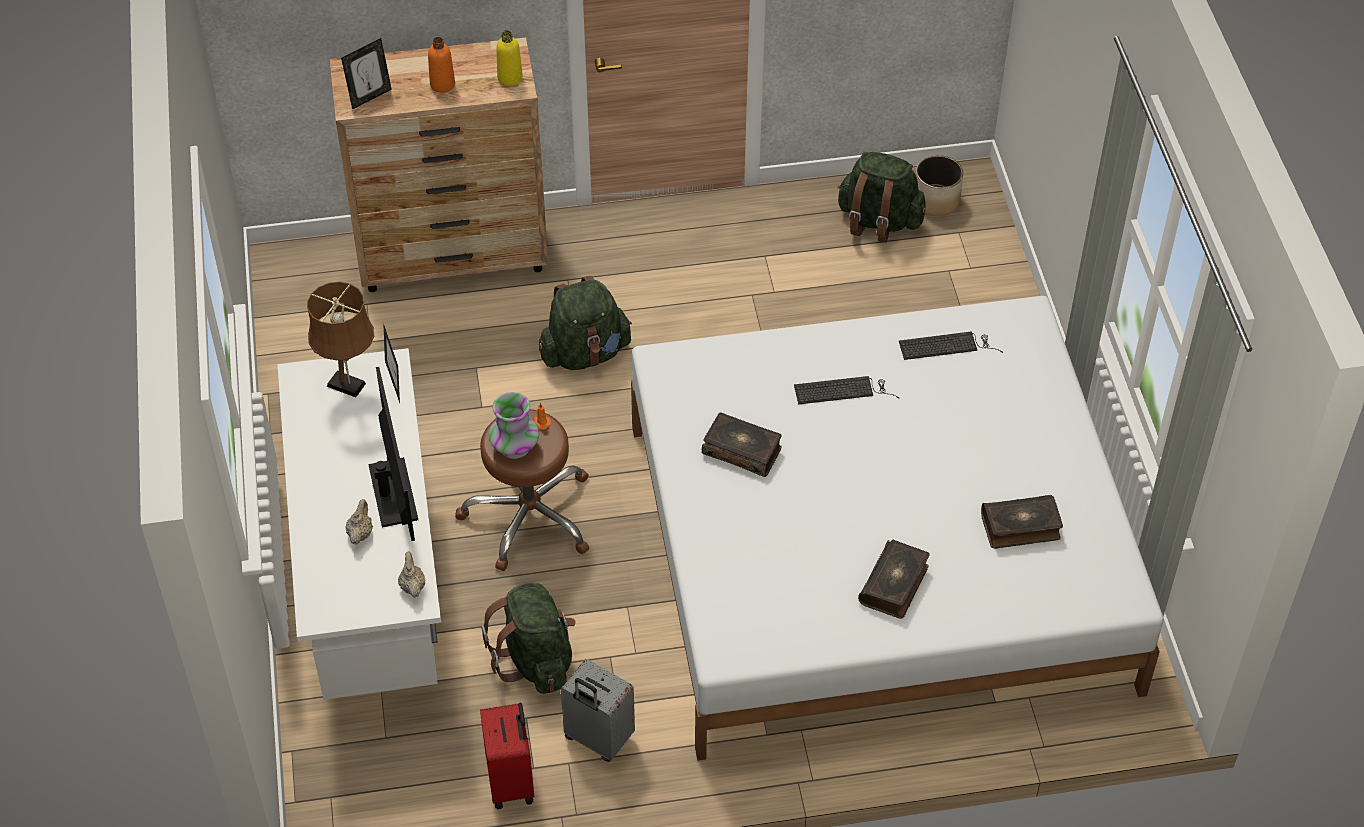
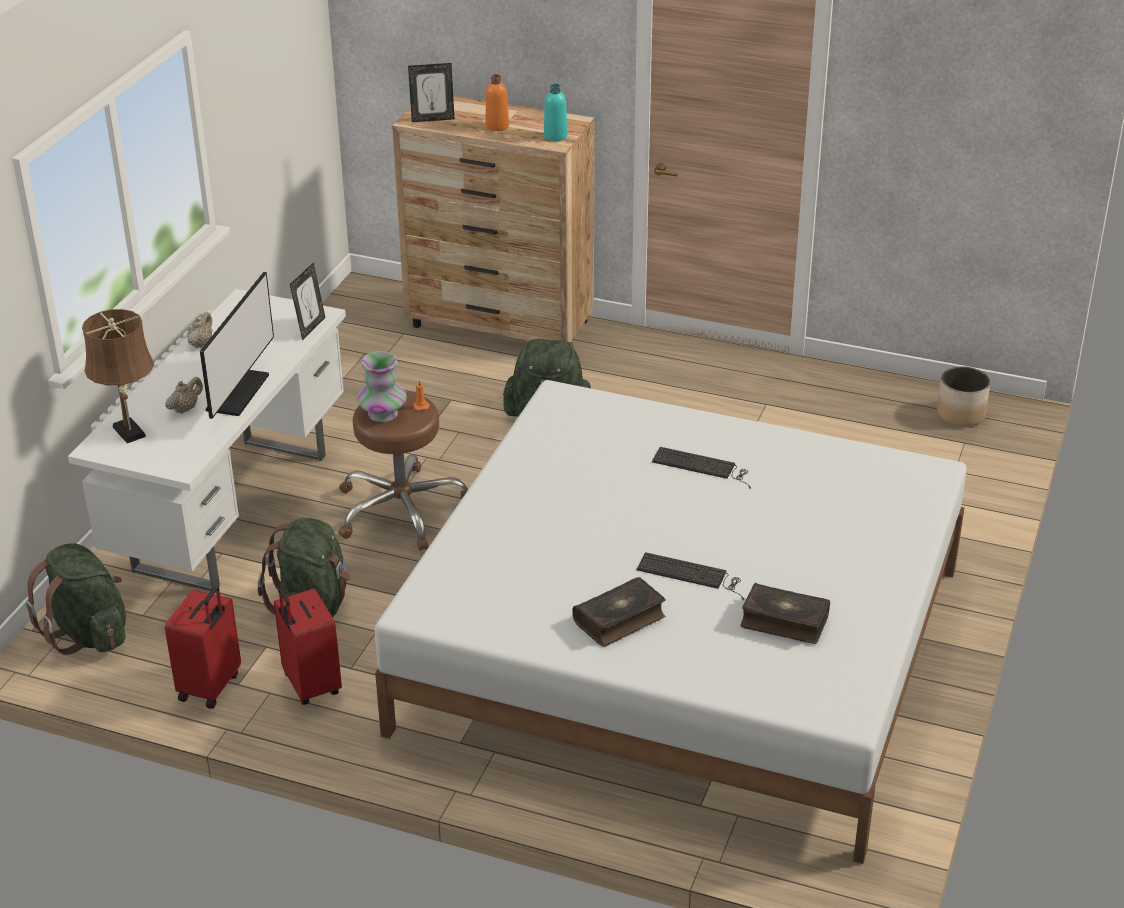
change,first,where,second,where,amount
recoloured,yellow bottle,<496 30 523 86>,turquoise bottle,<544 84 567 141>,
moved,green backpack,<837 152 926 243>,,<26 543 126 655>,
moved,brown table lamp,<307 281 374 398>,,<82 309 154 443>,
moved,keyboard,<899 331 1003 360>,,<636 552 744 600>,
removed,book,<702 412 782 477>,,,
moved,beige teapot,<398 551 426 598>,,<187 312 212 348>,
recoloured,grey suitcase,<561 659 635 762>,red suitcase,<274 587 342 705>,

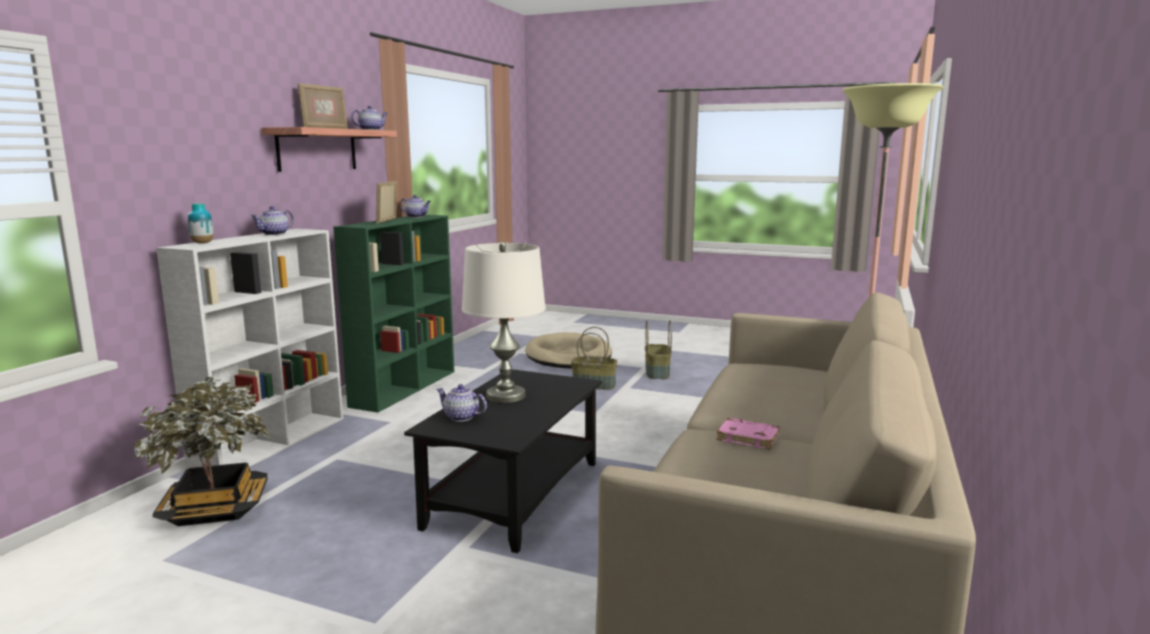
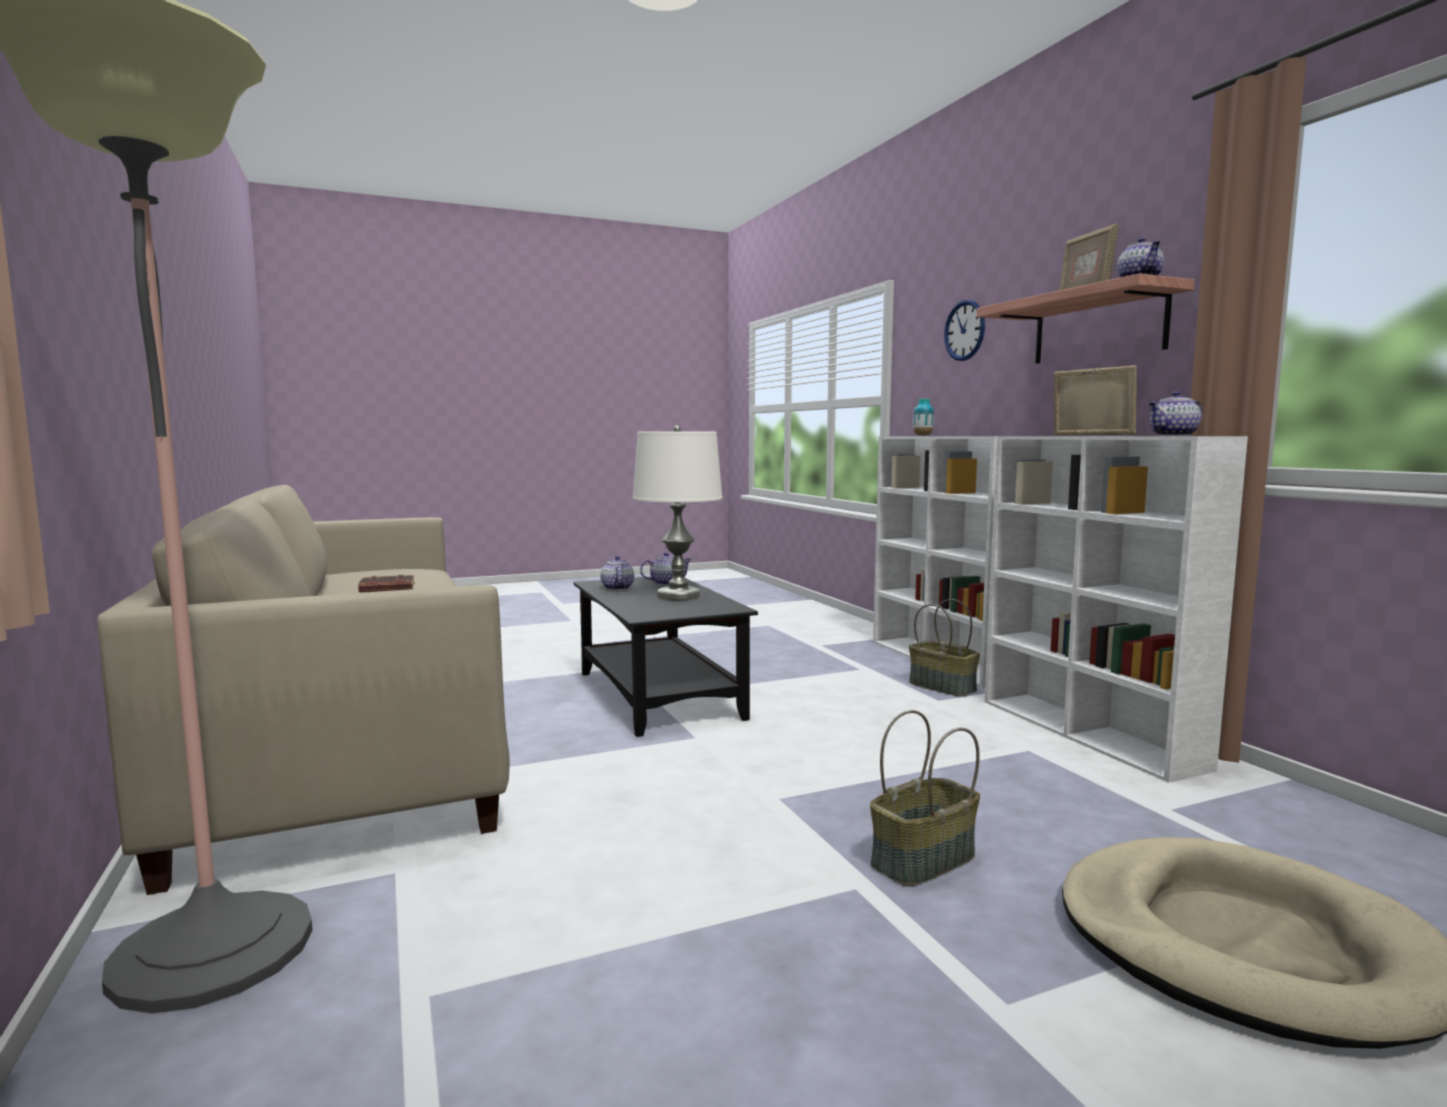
change,first,where,second,where,amount
moved,teapot,<251 206 294 235>,,<600 556 634 590>,
recoloured,green bookcase,<333 215 454 413>,white bookcase,<984 436 1248 783>,
moved,basket,<645 320 672 379>,,<909 599 980 697>,
removed,potted plant,<134 377 271 526>,,,
recoloured,pink book,<717 418 780 449>,brown book,<358 574 415 592>,
added,,,wall clock,<944 300 985 361>,

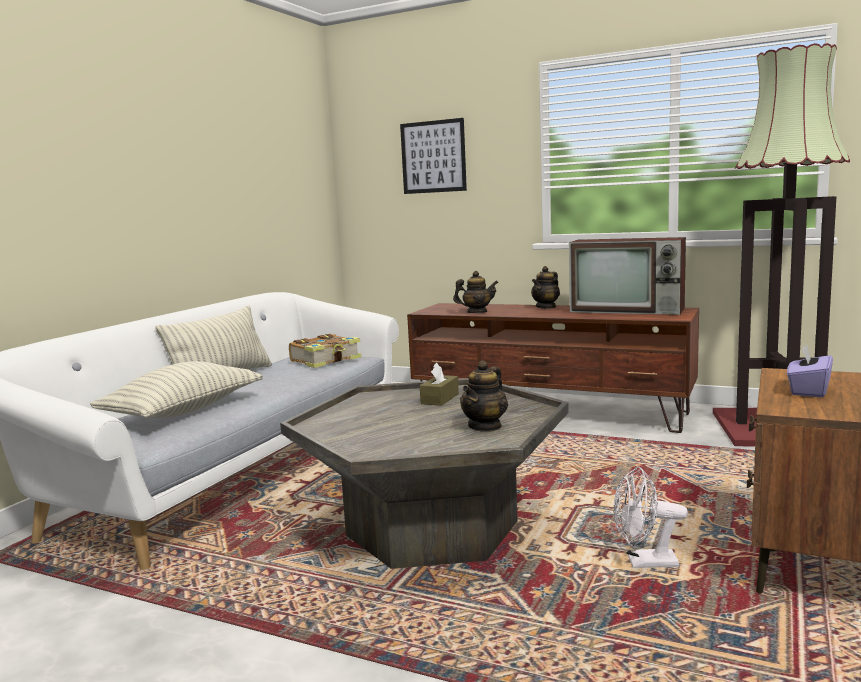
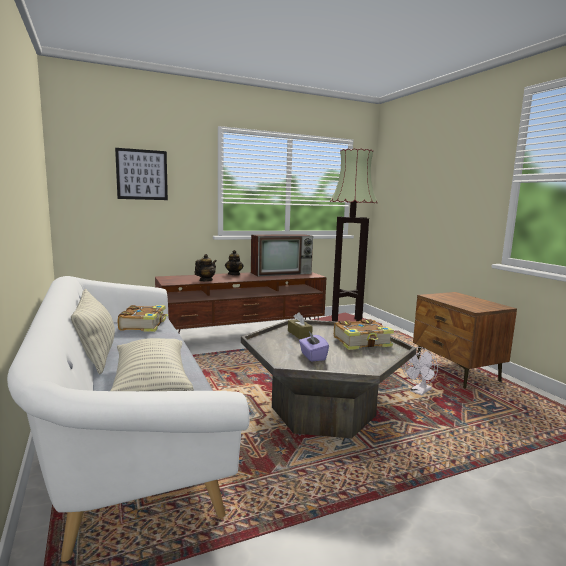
change,first,where,second,where,amount
moved,purple tissue box,<787 344 833 398>,,<299 332 329 362>,
replaced,teapot,<460 360 508 432>,book,<334 319 394 350>,

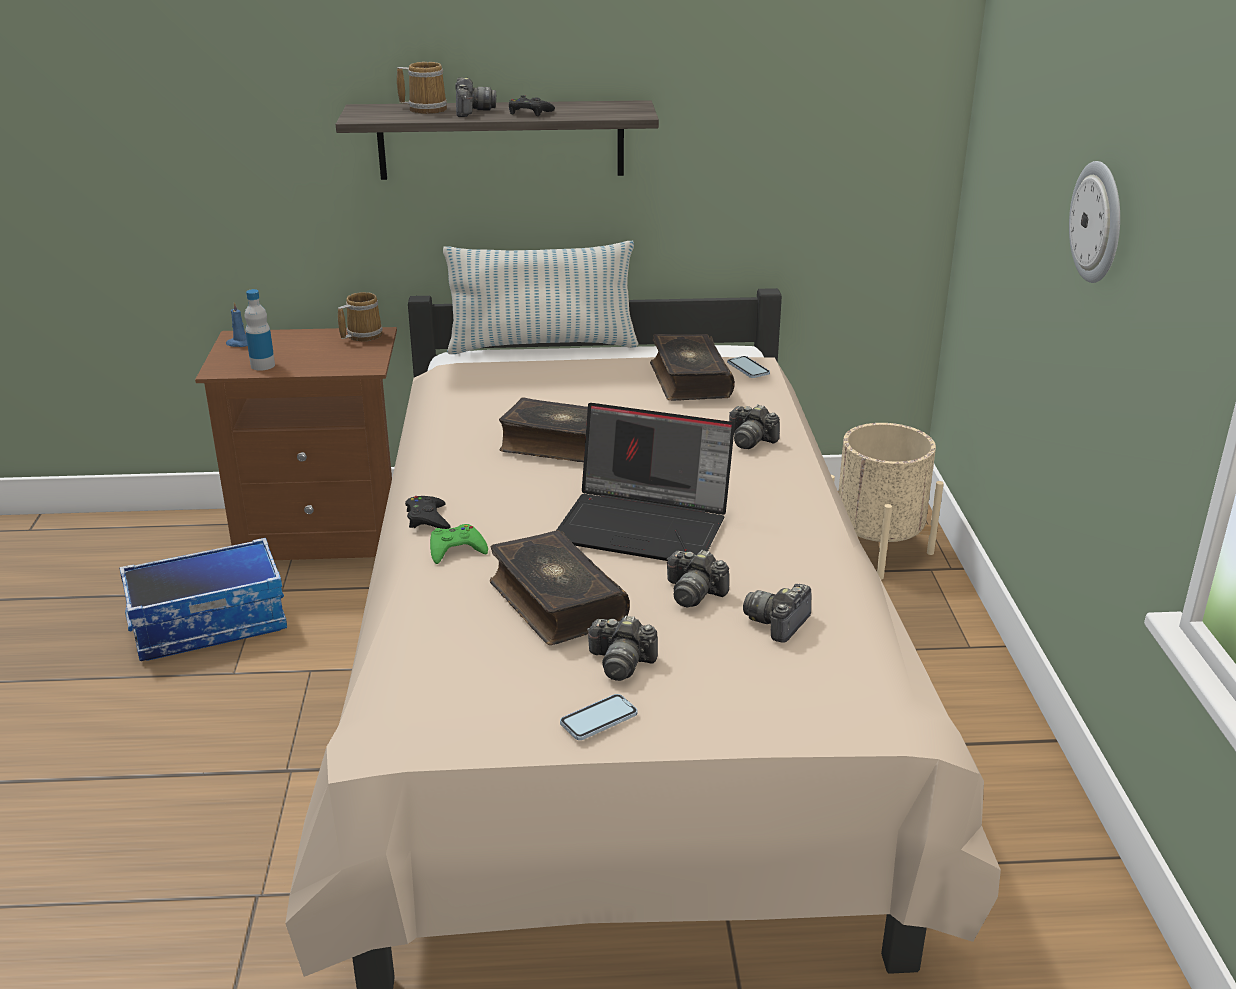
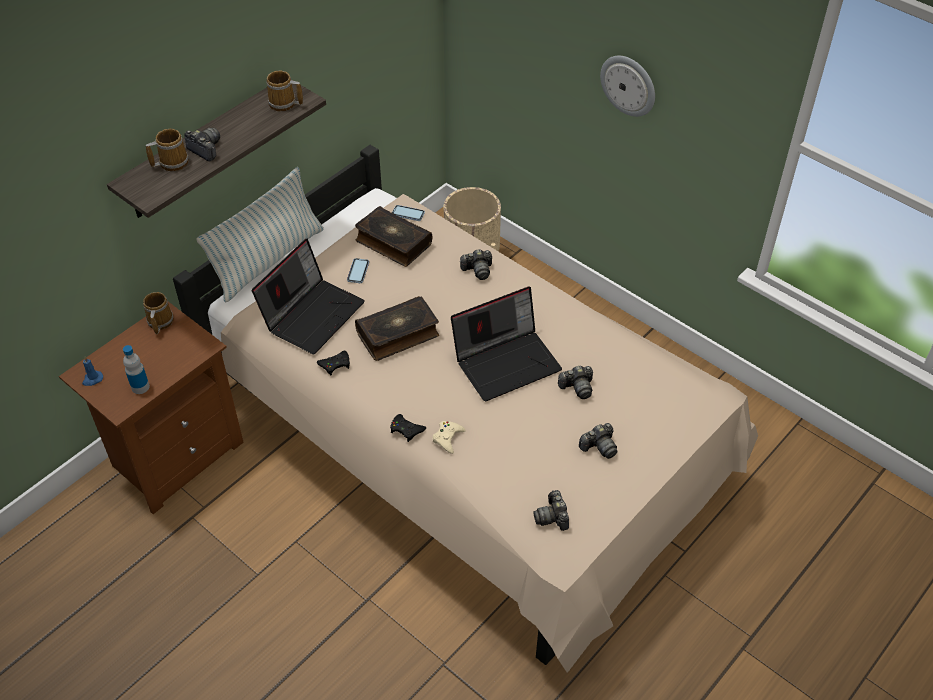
change,first,where,second,where,amount
moved,black game controller,<509 95 555 116>,,<317 350 350 375>,
recoloured,green game controller,<430 524 488 564>,beige game controller,<433 421 466 454>,
removed,book,<490 530 630 645>,,,
removed,storage box,<119 538 287 661>,,,
moved,photo camera,<743 584 811 643>,,<533 490 569 531>,
moved,phone,<560 694 638 740>,,<347 258 369 283>,
added,,,mug,<266 71 303 111>,
added,,,laptop,<252 238 365 354>,

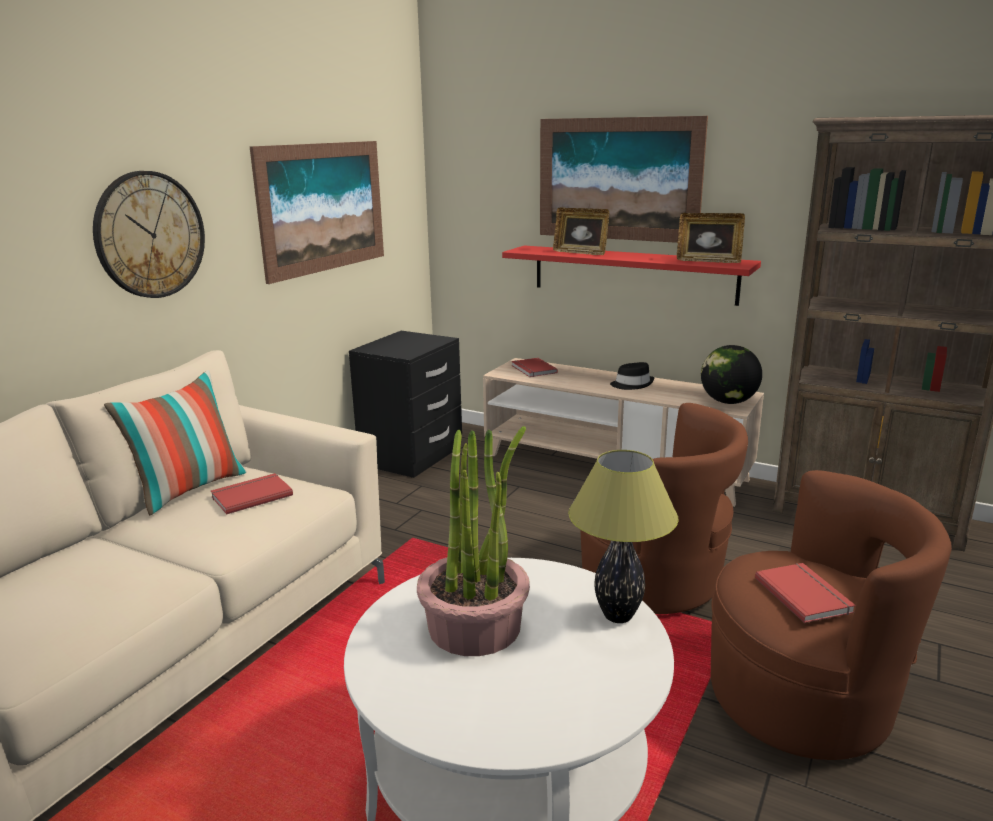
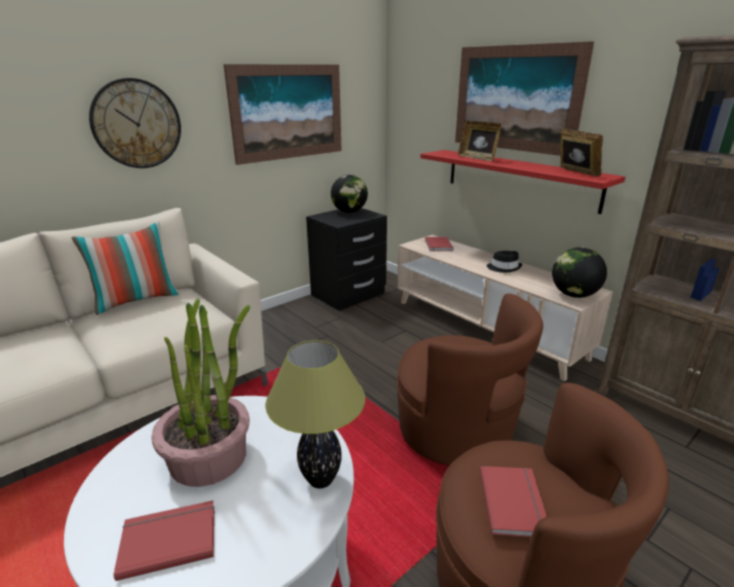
change,first,where,second,where,amount
turned,picture frame,<677 213 745 263>,,<560 128 603 176>,150 degrees counterclockwise
moved,red book,<211 473 293 515>,,<113 501 215 581>,
added,,,globe,<331 175 368 213>,

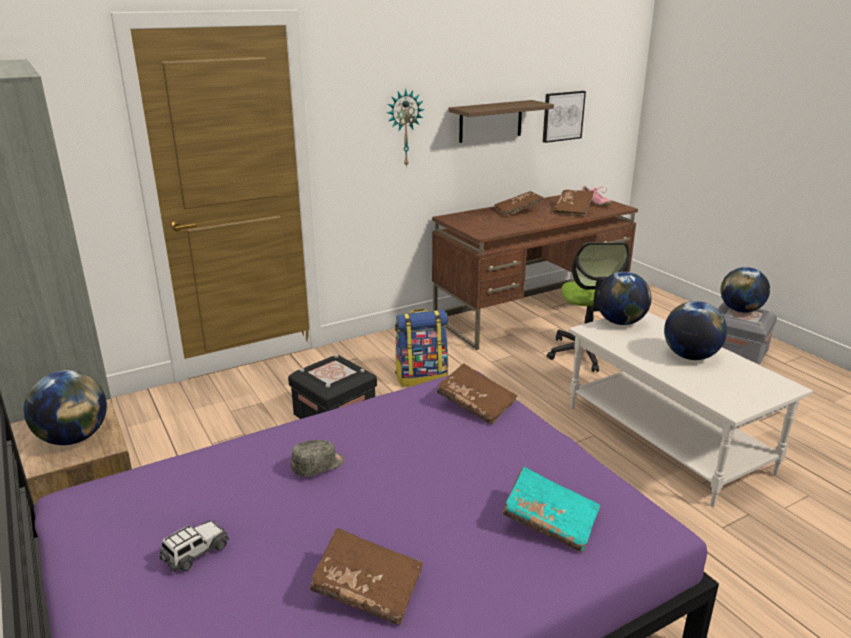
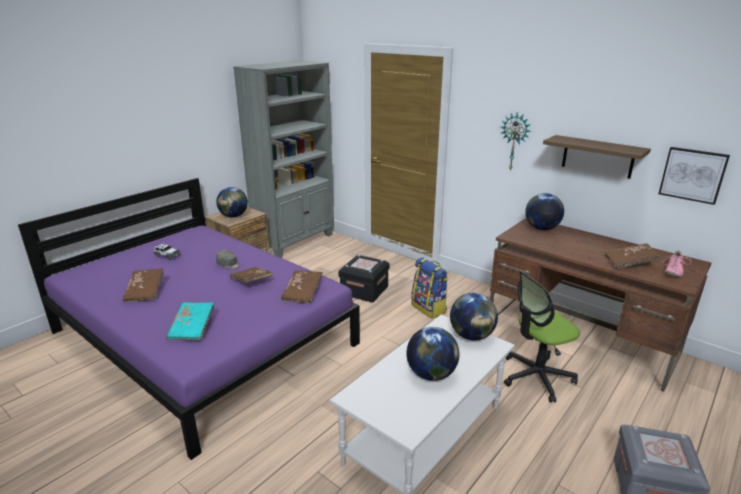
change,first,where,second,where,amount
moved,brown book,<494 191 544 216>,,<229 267 273 283>,
moved,globe,<720 267 770 313>,,<525 193 564 230>,

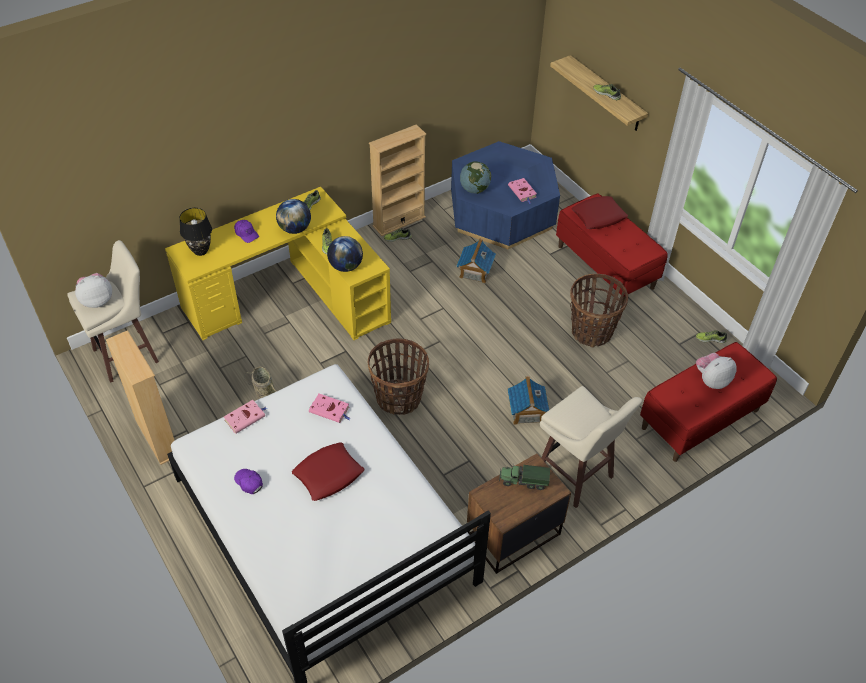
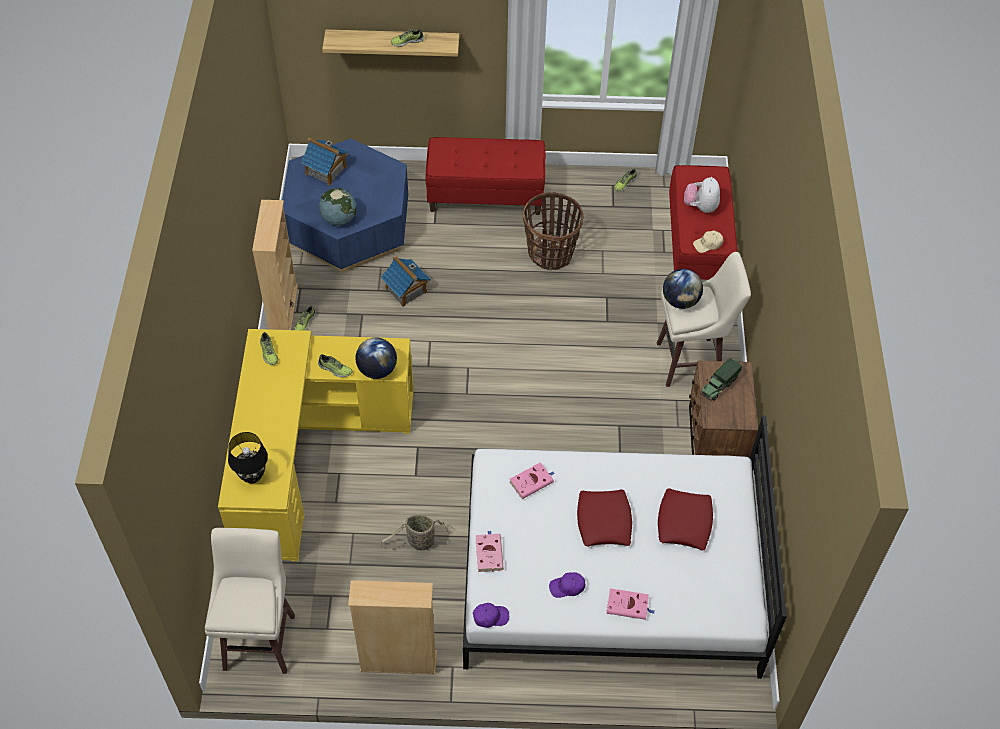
change,first,where,second,where,amount
moved,pink book,<508 178 537 204>,,<606 588 655 620>,
moved,red pillow,<572 196 628 229>,,<658 488 713 551>,
moved,globe,<276 199 311 234>,,<663 269 703 309>,
moved,purple cap,<234 220 259 243>,,<473 603 509 628>,
removed,plush toy,<75 273 112 308>,,,
removed,basket,<368 338 429 415>,,,
moved,toy house,<508 376 550 425>,,<301 138 349 186>,
added,,,beige cap,<693 231 723 253>,

